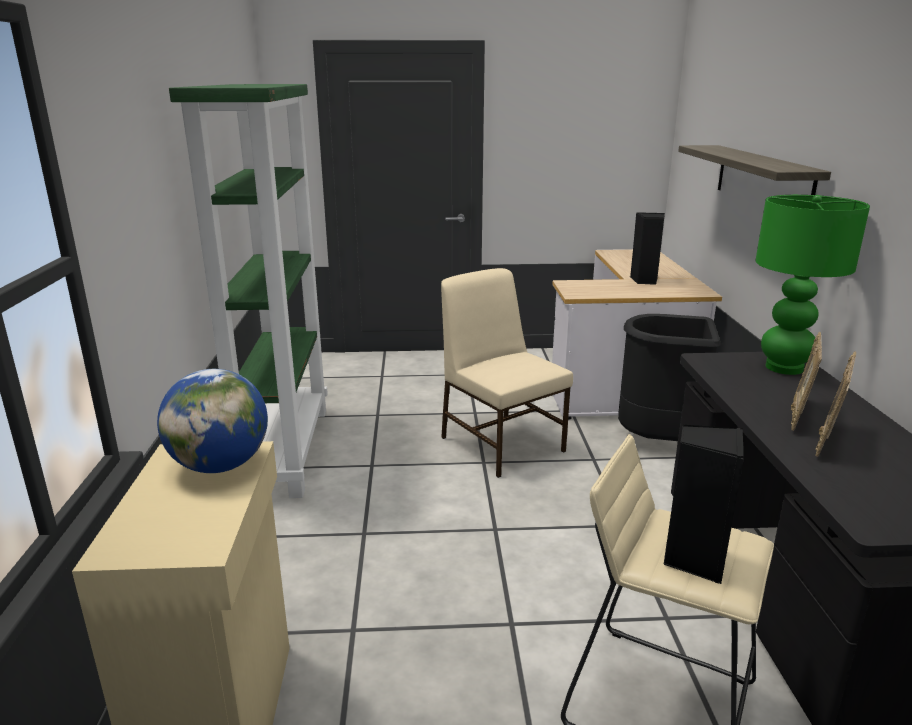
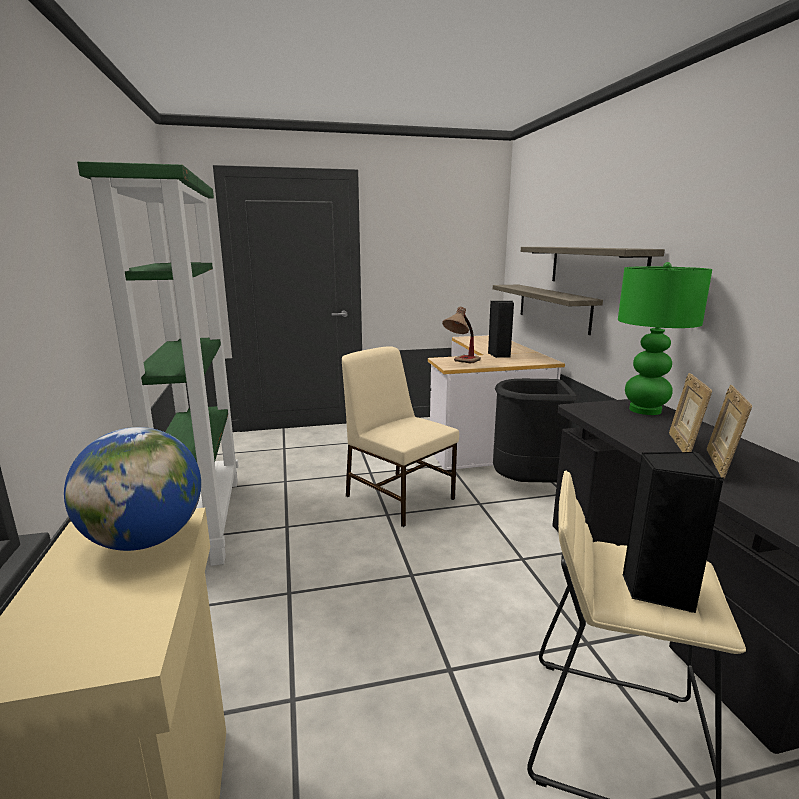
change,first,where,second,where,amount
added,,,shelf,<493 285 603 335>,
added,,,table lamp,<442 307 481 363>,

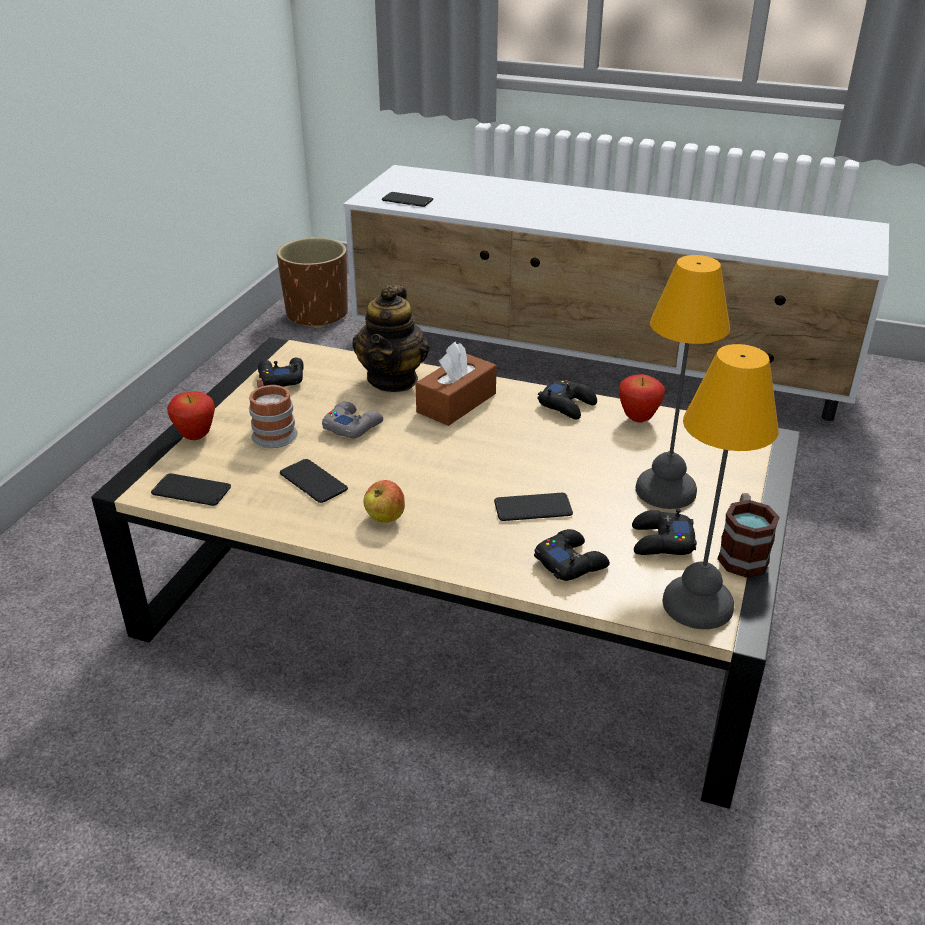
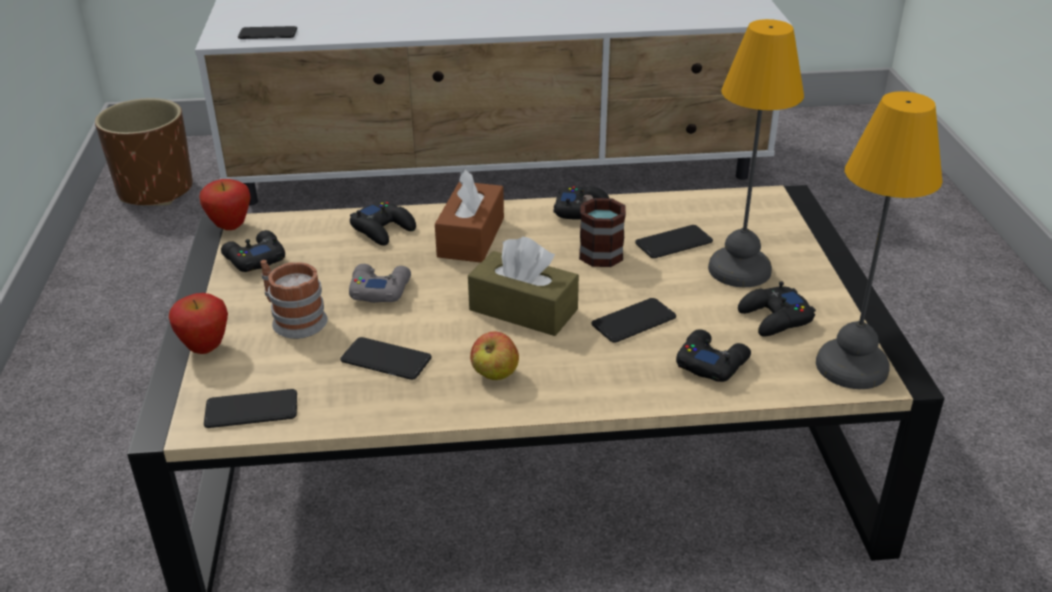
change,first,where,second,where,amount
replaced,teapot,<352 285 429 392>,black game controller,<350 202 416 246>,
moved,apple,<618 374 665 423>,,<199 179 251 230>,
moved,mug,<717 493 780 578>,,<579 195 626 267>,
added,,,phone,<635 225 713 258>,
added,,,brown tissue box,<468 237 579 336>,

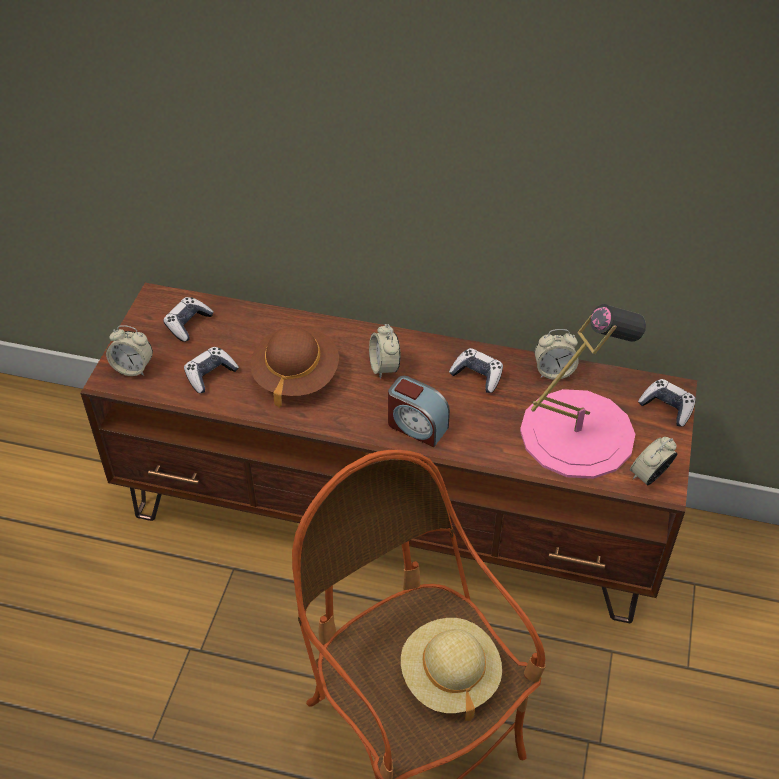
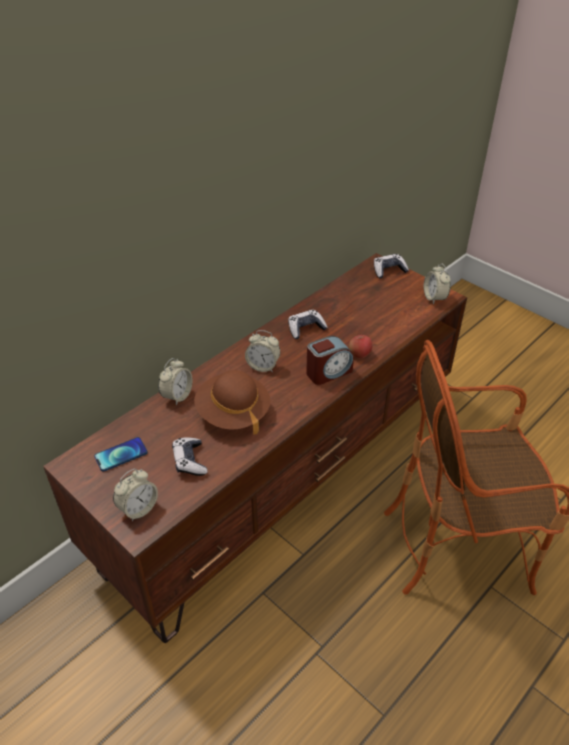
change,first,where,second,where,amount
replaced,game controller,<163 297 214 342>,phone,<94 437 148 472>,
removed,pink table lamp,<520 304 646 479>,,,
moved,alarm clock,<535 329 579 380>,,<158 358 193 405>,
removed,beige hat,<401 618 502 721>,,,
added,,,apple,<349 335 373 358>,

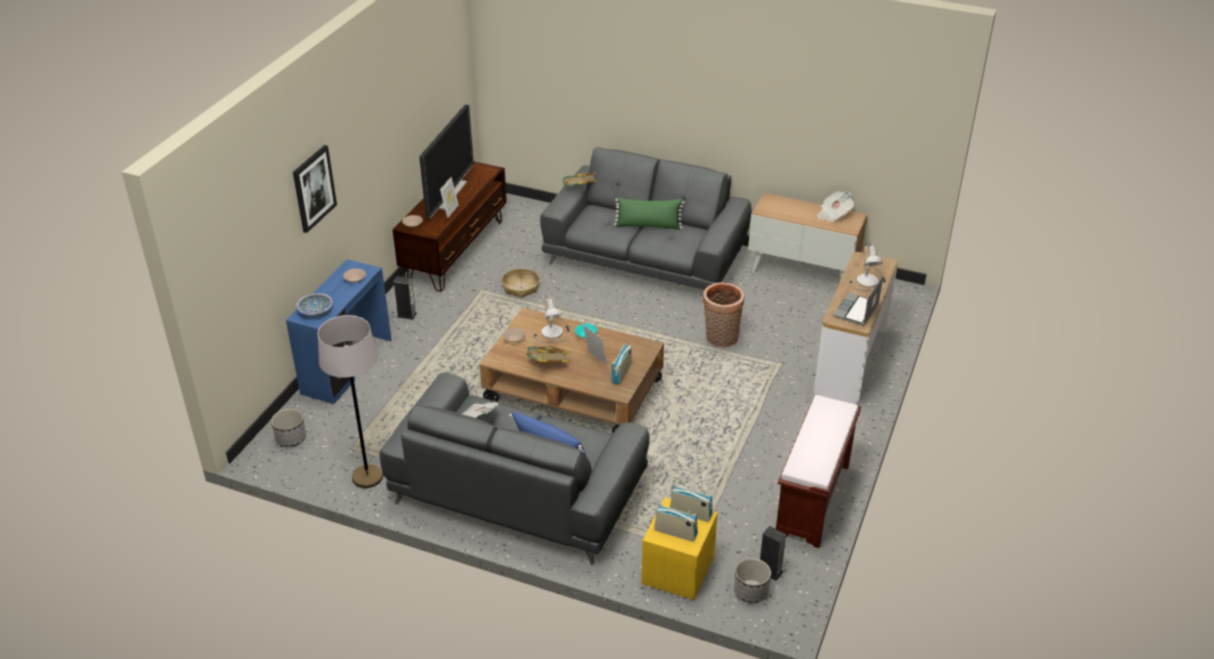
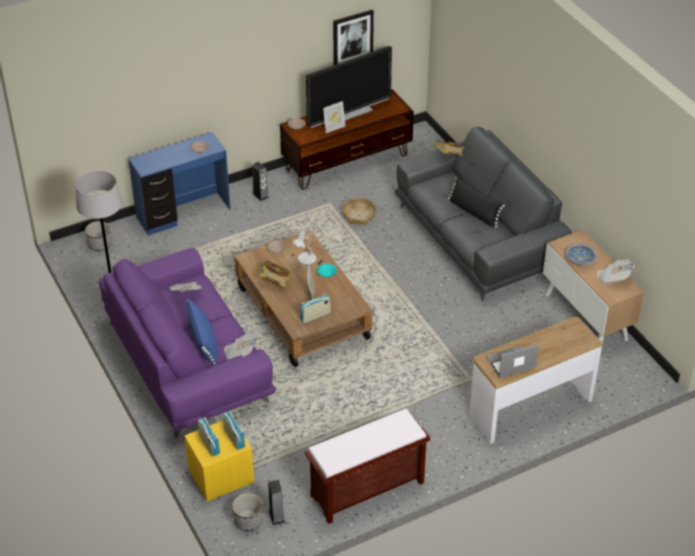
change,first,where,second,where,amount
moved,picture,<293 145 337 233>,,<333 10 374 65>,
recoloured,green pillow,<614 197 685 230>,black pillow,<448 177 505 228>,
removed,table lamp,<849 242 886 291>,,,
removed,basket,<703 282 744 348>,,,
moved,bowl,<296 293 333 316>,,<566 244 597 265>,
recoloured,grey sofa,<379 372 650 565>,purple sofa,<99 248 276 438>,
added,,,newspaper,<224 333 258 360>,

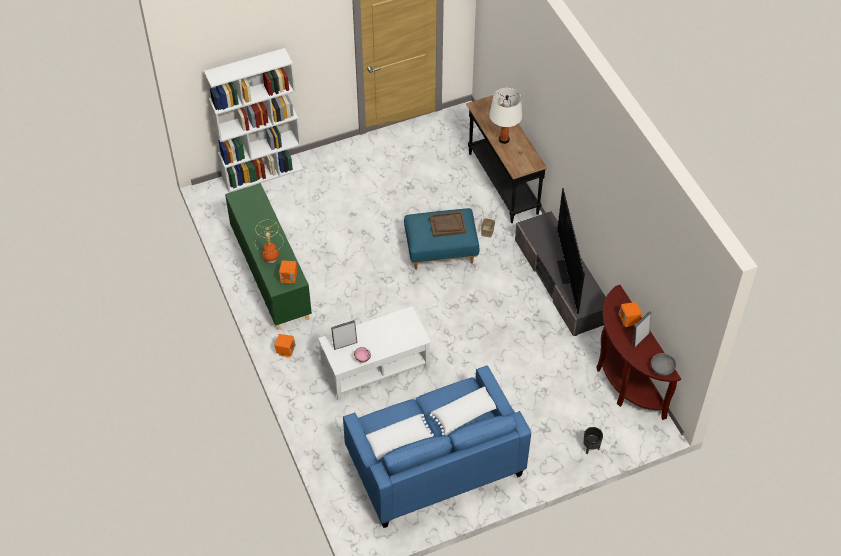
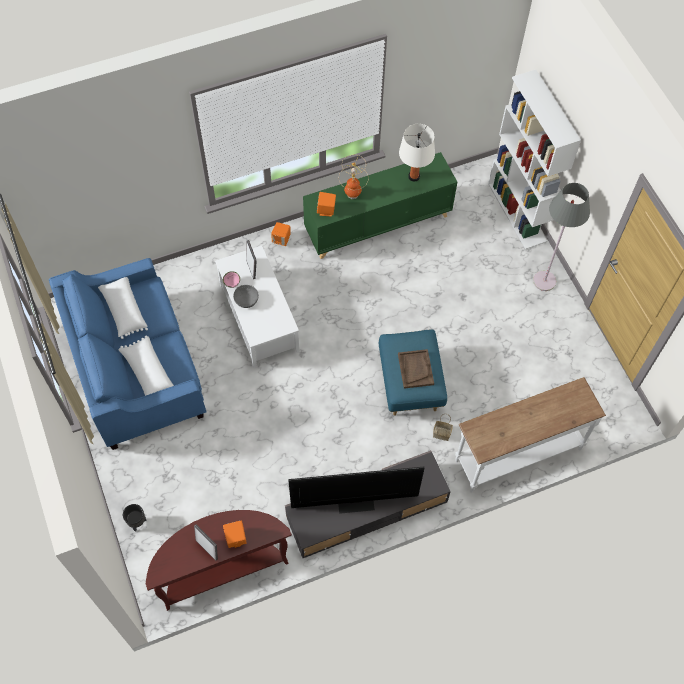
change,first,where,second,where,amount
moved,white table lamp,<489 88 522 144>,,<399 124 435 181>,
recoloured,black console table,<466 95 547 223>,white console table,<455 377 606 493>,
moved,grey bowl,<651 353 676 376>,,<233 285 259 308>,
added,,,grey floor lamp,<533 183 590 291>,

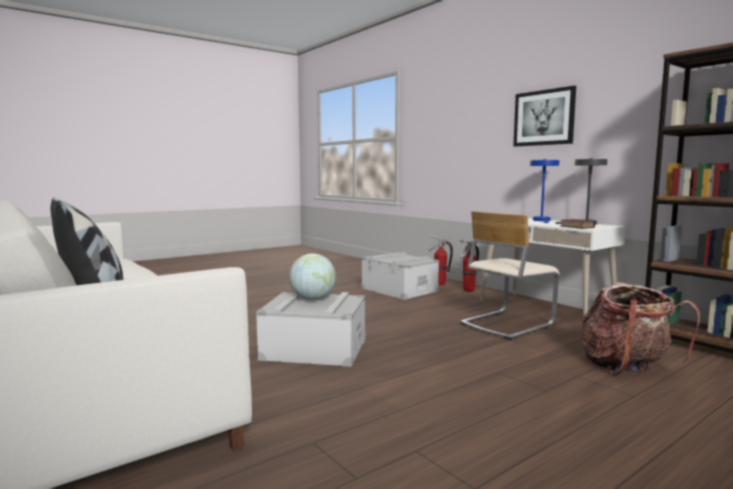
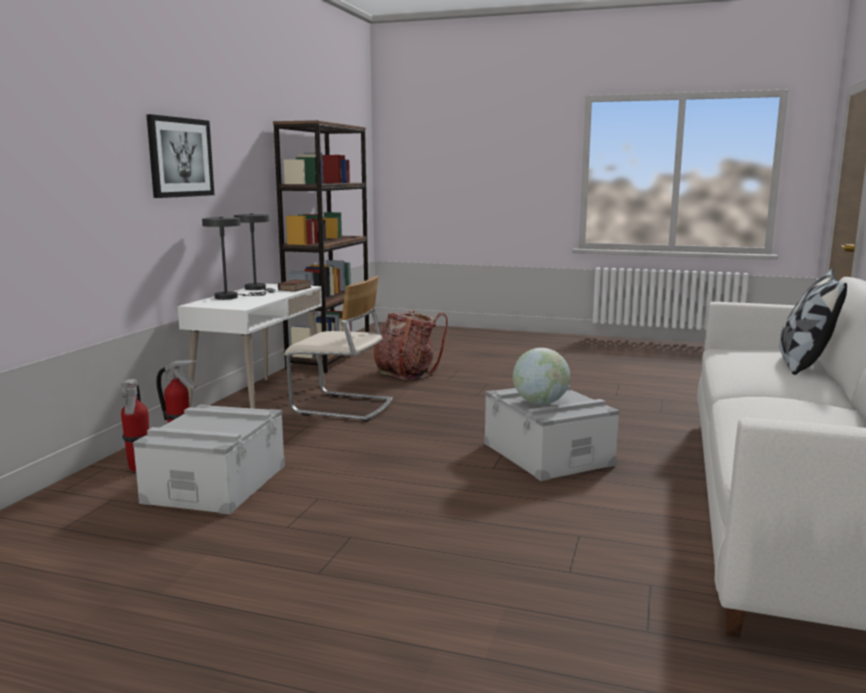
change,first,where,second,where,amount
recoloured,blue table lamp,<530 159 559 223>,grey table lamp,<202 217 266 300>,

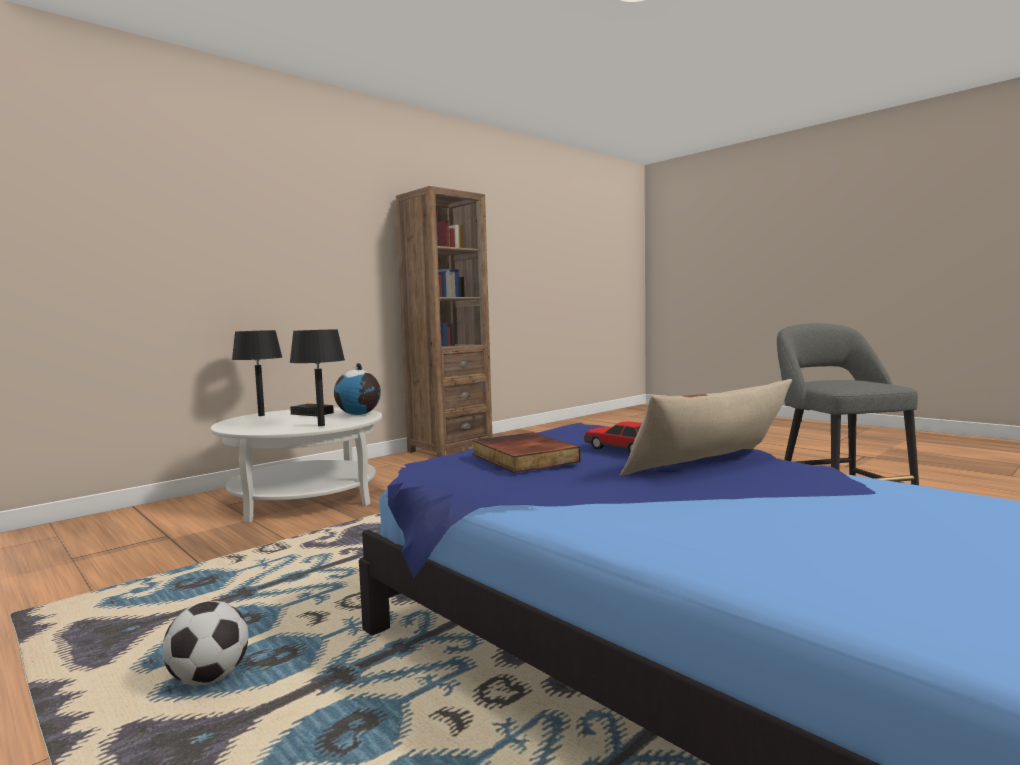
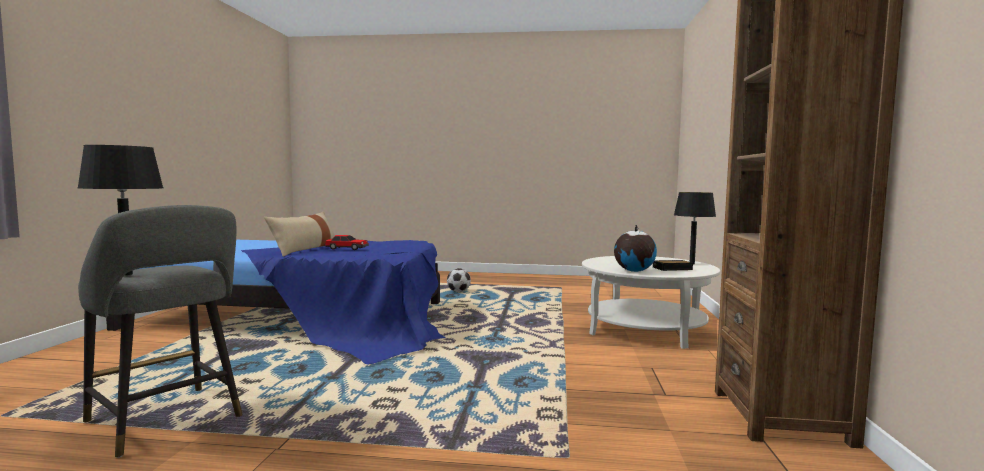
change,first,where,second,where,amount
moved,black table lamp,<289 329 345 426>,,<77 145 164 275>,
removed,book,<472 432 581 473>,,,

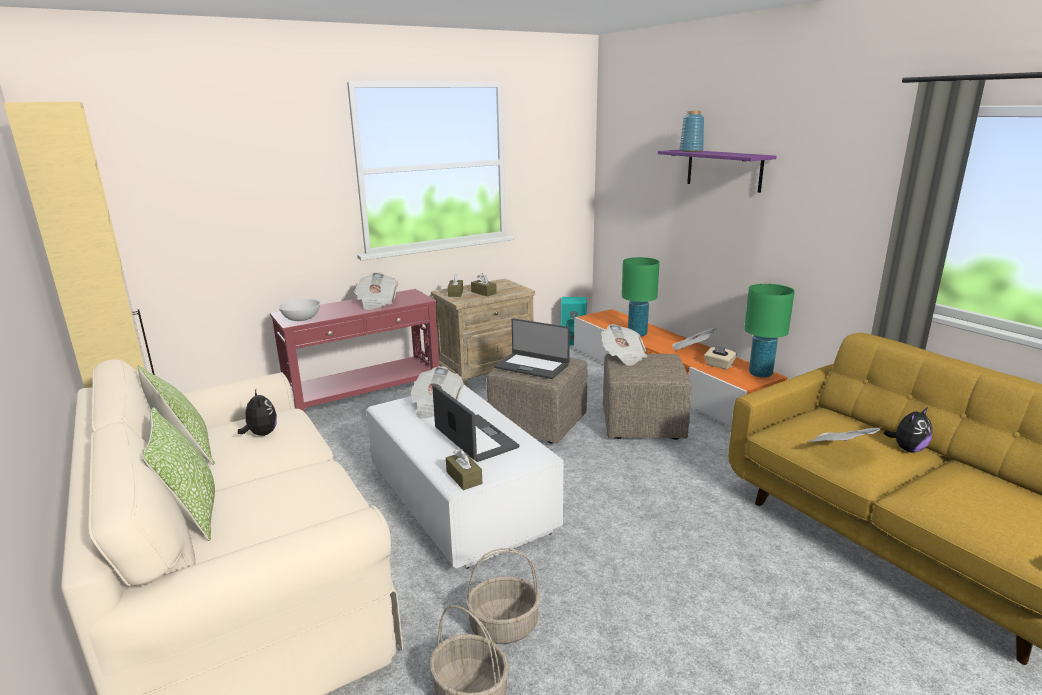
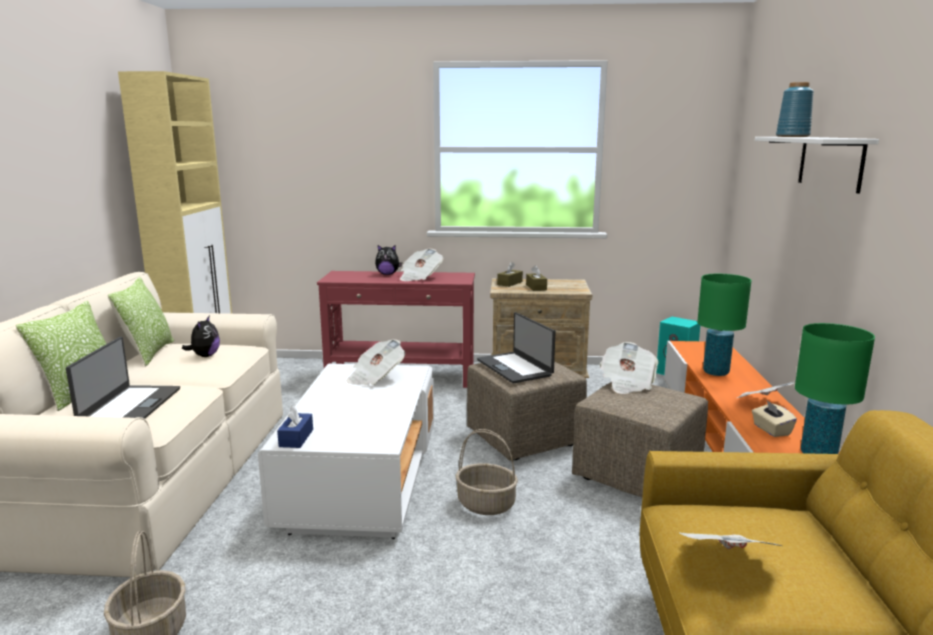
change,first,where,second,where,amount
recoloured,purple shelf,<658 150 777 193>,white shelf,<755 137 879 194>,
removed,white bowl,<278 299 321 321>,,,
moved,laptop,<432 384 519 462>,,<66 337 180 419>,
moved,plush toy,<884 407 932 453>,,<375 245 402 275>,
recoloured,brown tissue box,<446 448 482 490>,blue tissue box,<277 405 313 448>,
moved,basket,<466 548 540 644>,,<455 429 518 515>,

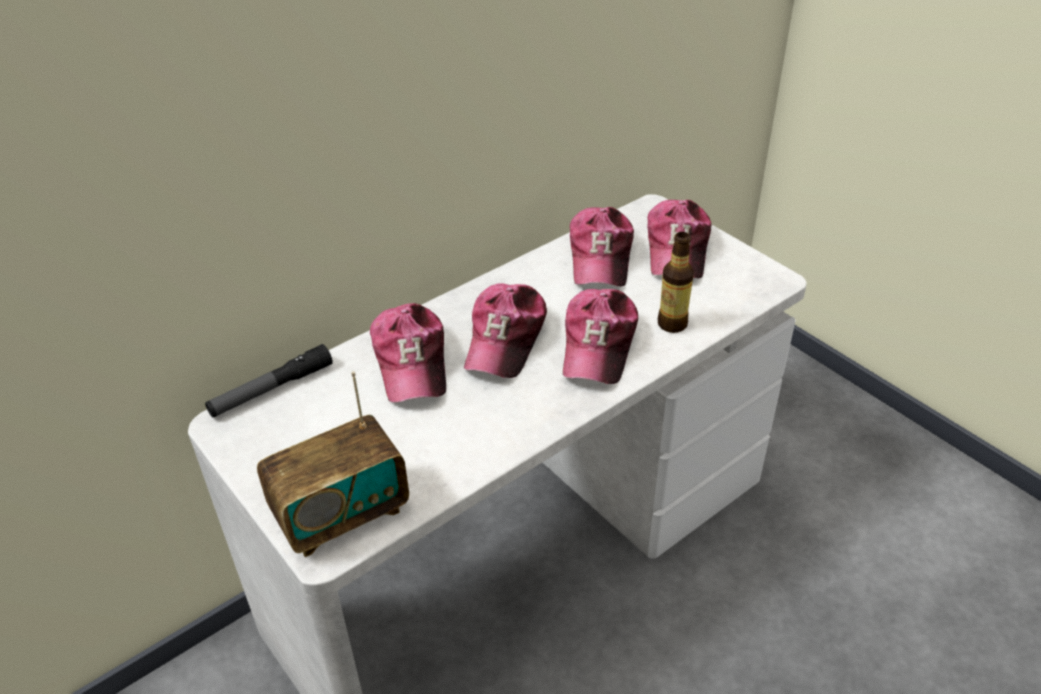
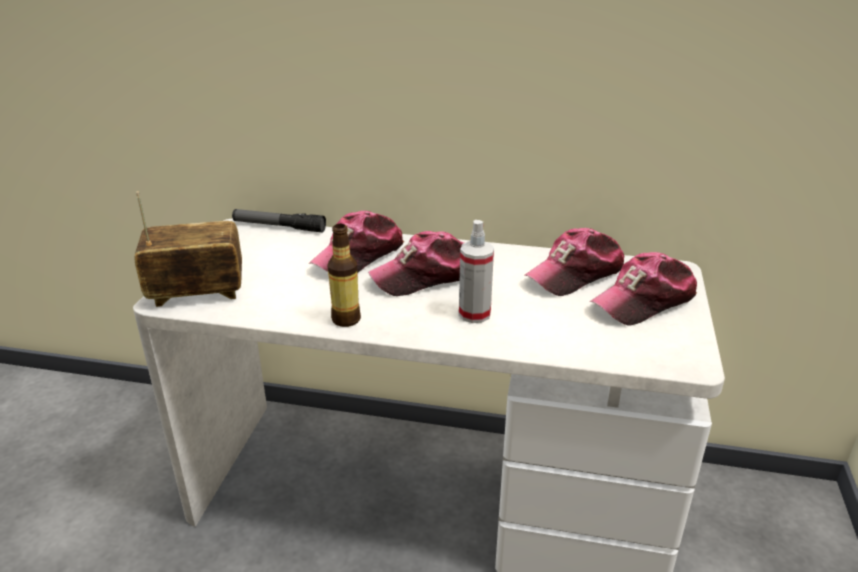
change,first,where,second,where,amount
moved,bottle,<658 232 694 333>,,<327 224 361 327>,
replaced,cap,<563 289 638 384>,spray bottle,<459 220 494 323>,
turned,radio,<257 371 409 557>,,<134 192 242 307>,150 degrees clockwise

